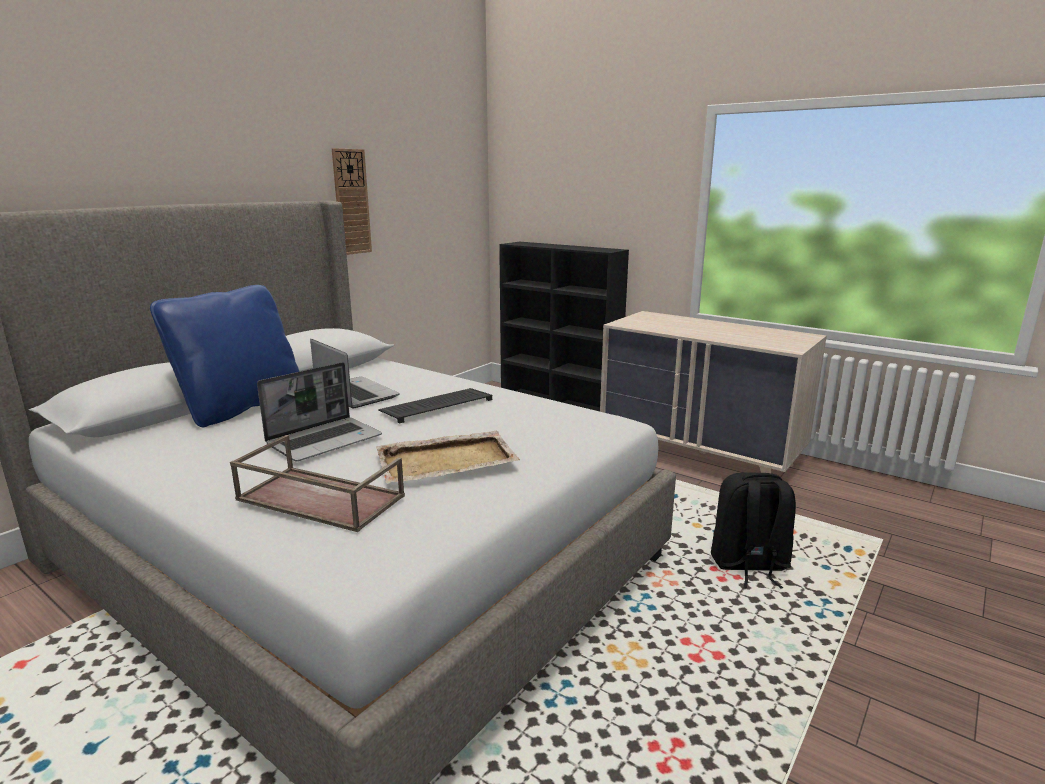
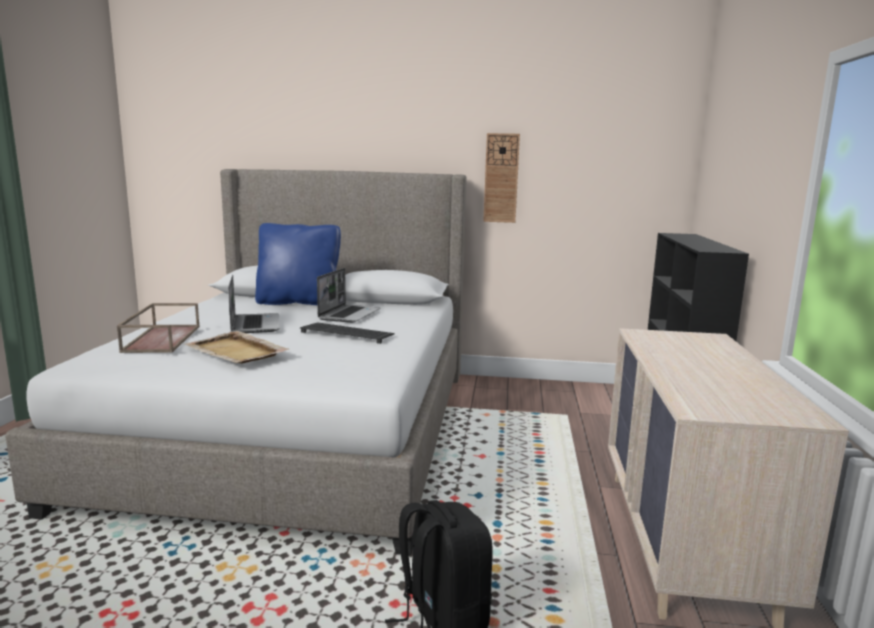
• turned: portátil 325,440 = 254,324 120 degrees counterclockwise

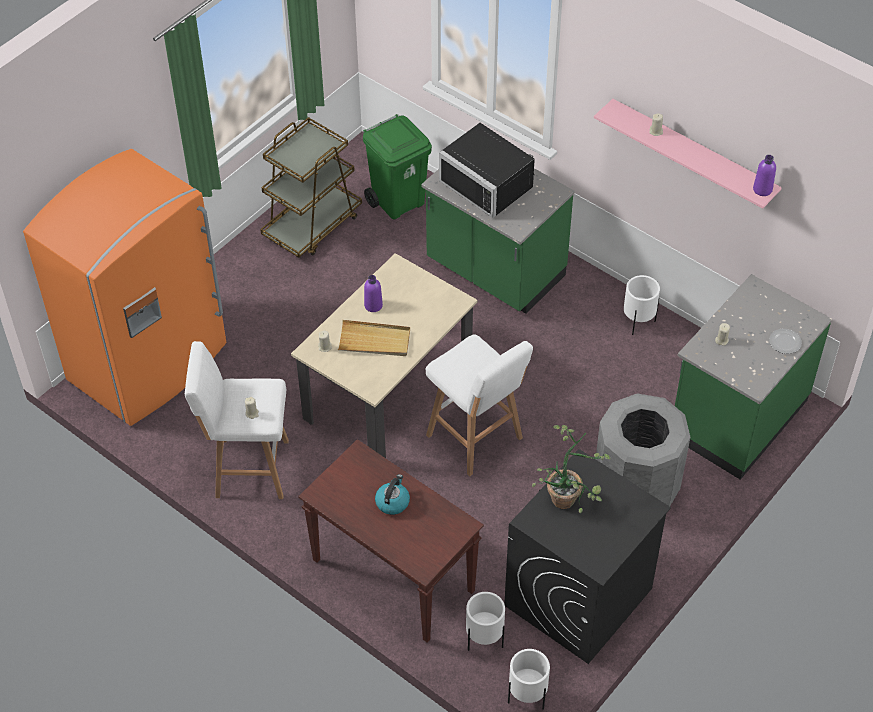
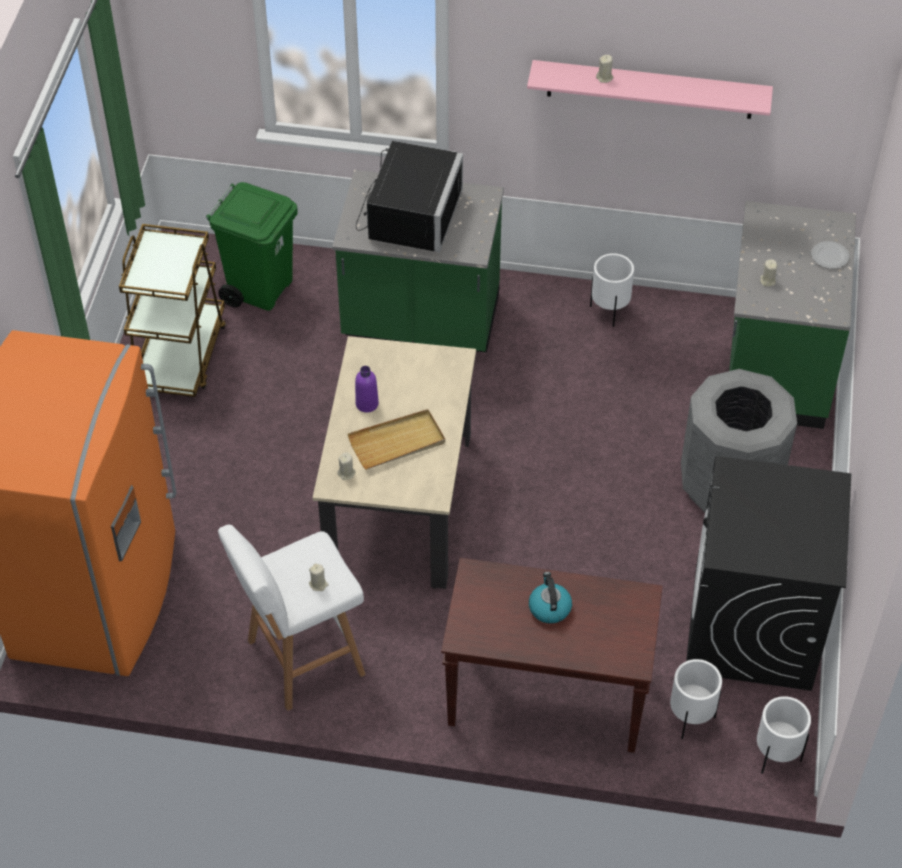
• removed: taburete (blanco) 476,439
• removed: planta en maceta 569,497
• removed: botella (morado) 762,189
• turned: microondas (negro) 490,183 = 408,214 90 degrees counterclockwise

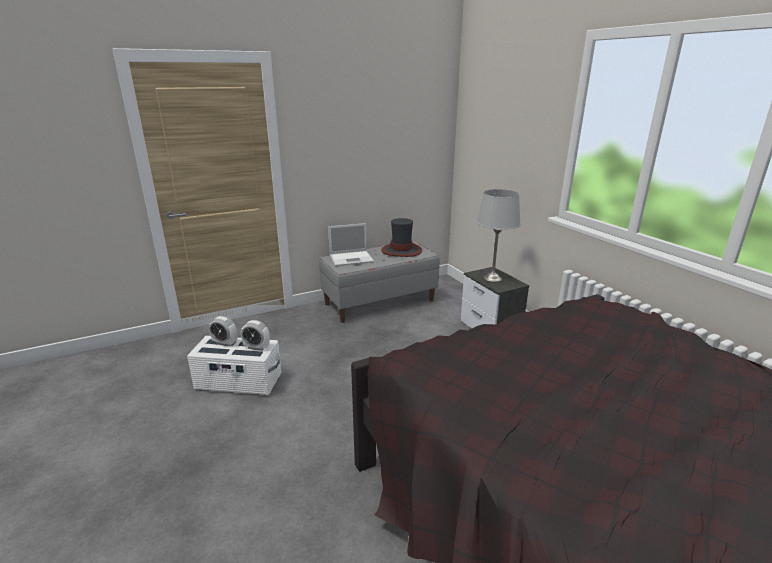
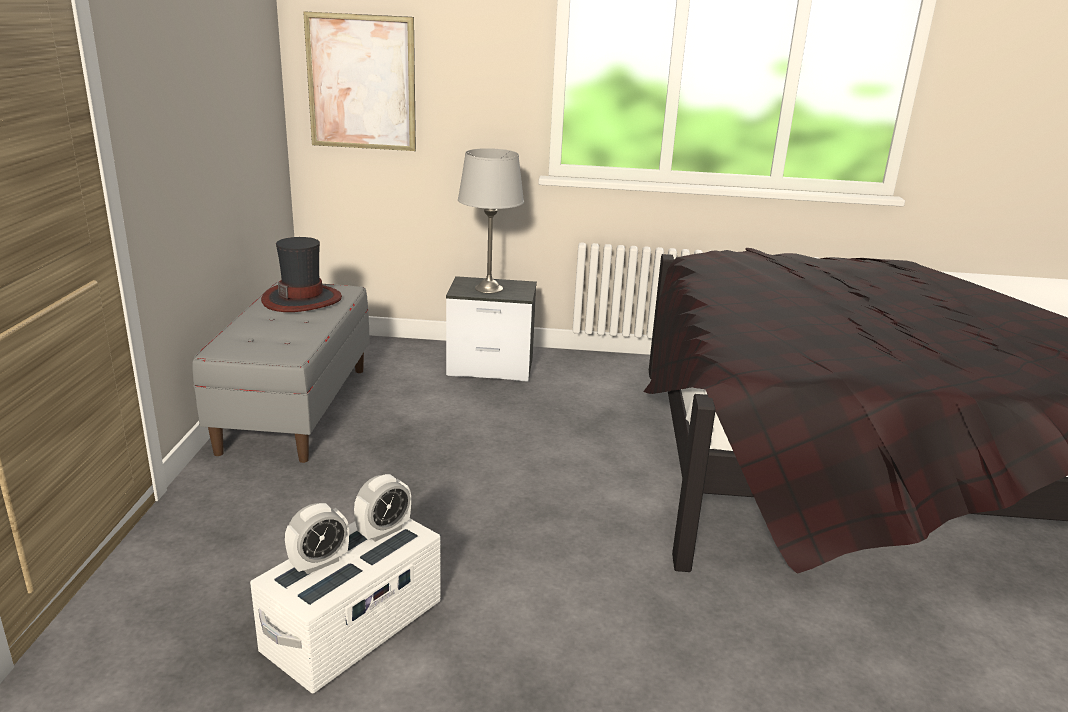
• removed: portátil 352,258
• added: cuadro 361,83

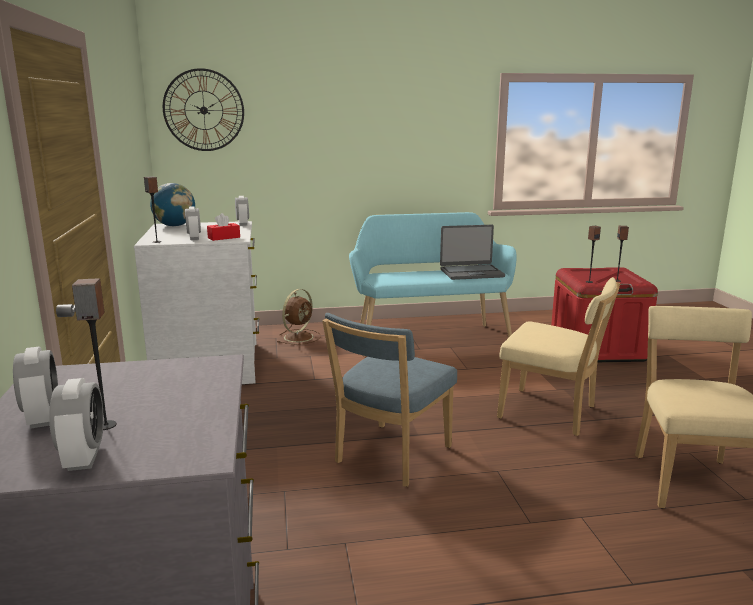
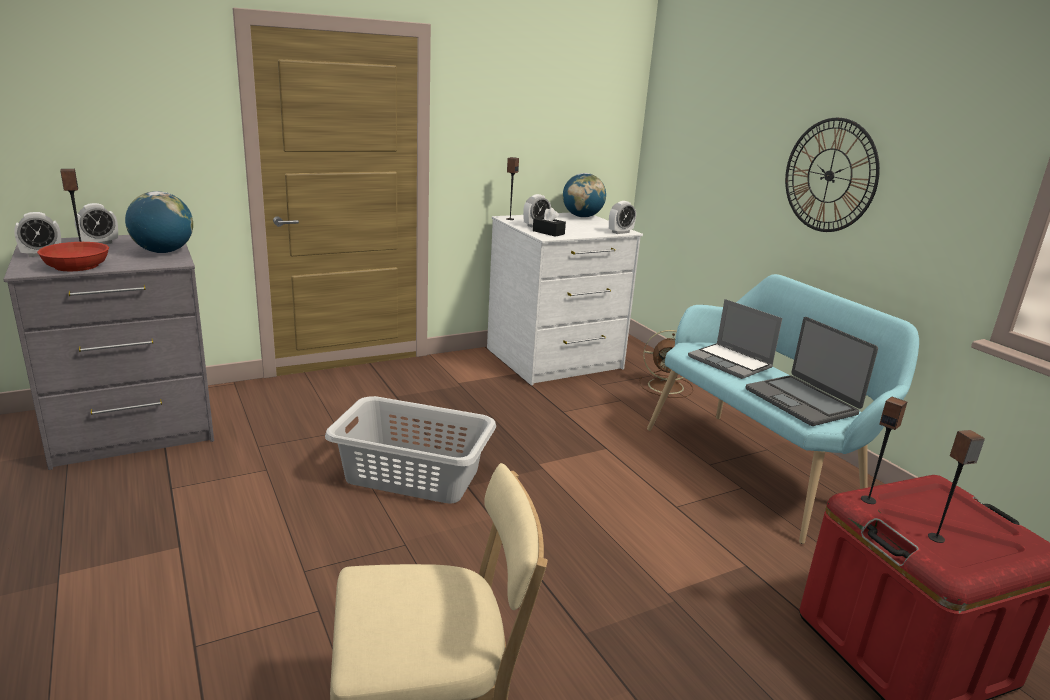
• removed: silla (beis) 552,413
• added: cuenco (rojo) 76,266
• added: globo terráqueo 163,252
• added: portátil 731,363
• moved: reloj de pared 203,110 to 829,175
• replaced: silla (azul) 389,457 to cesto de la ropa (gris) 412,474
• recoloured: caja de pañuelos (rojo) 224,237 to caja de pañuelos (negro) 548,232

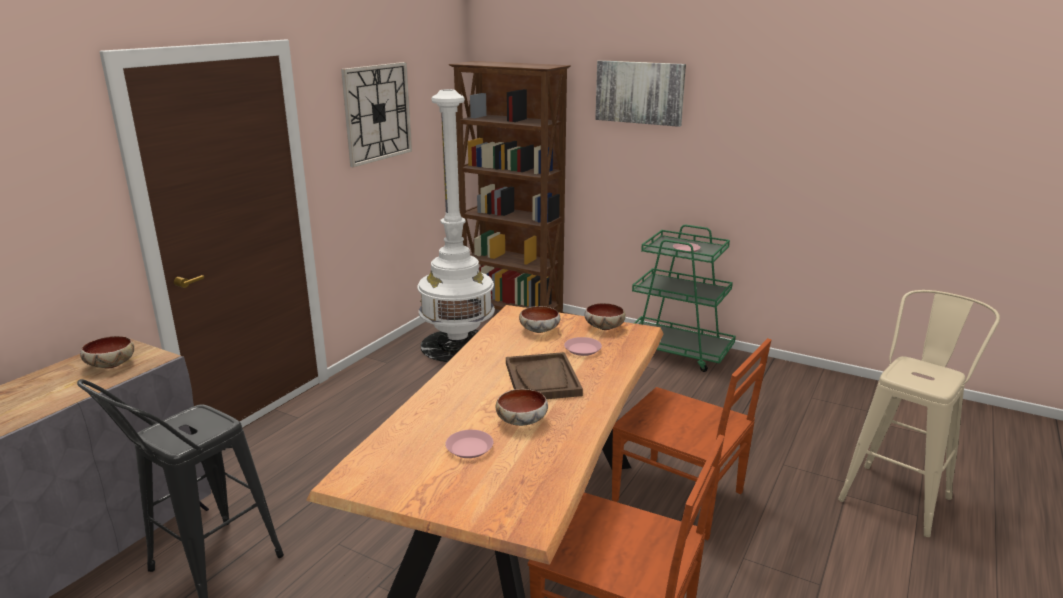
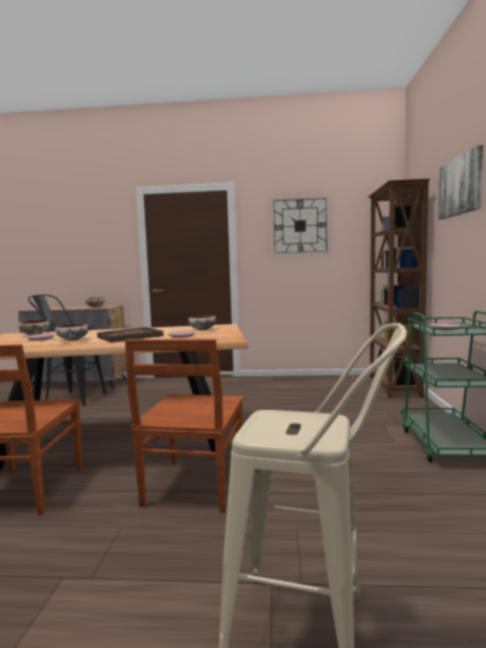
• removed: lámpara de pie (blanco) 458,345
• moved: cuenco 603,327 to 34,335

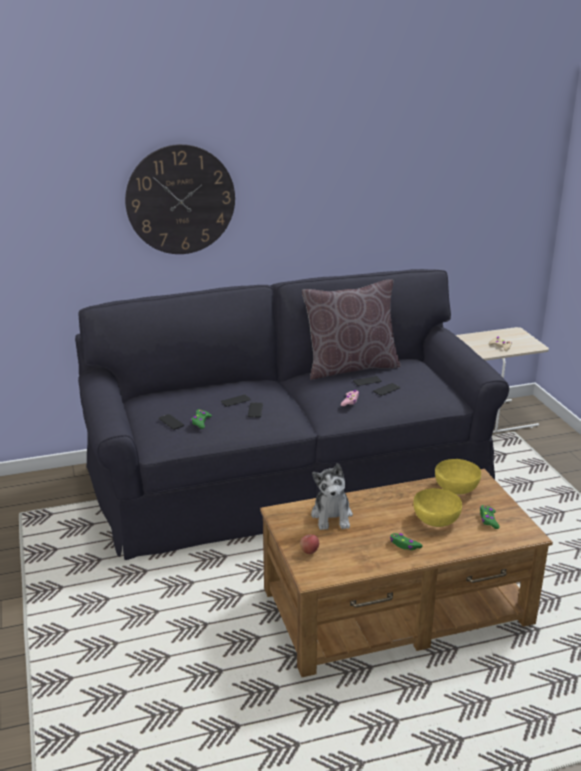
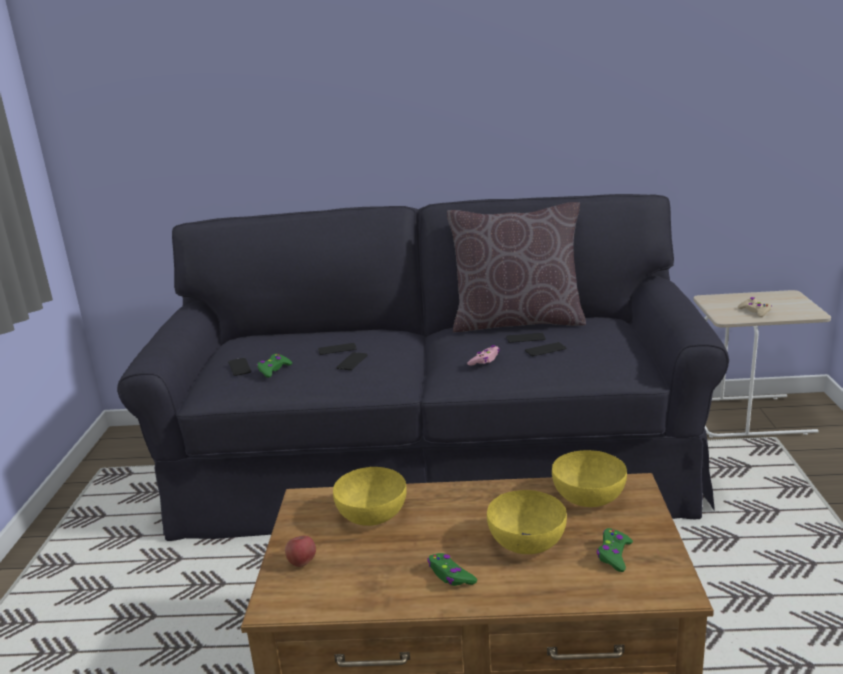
• removed: reloj de pared 180,200
• replaced: peluche 332,516 to cuenco (amarillo) 373,514

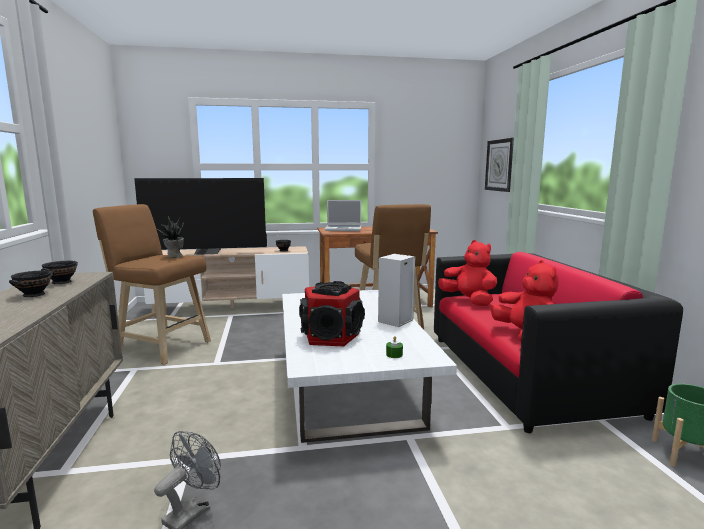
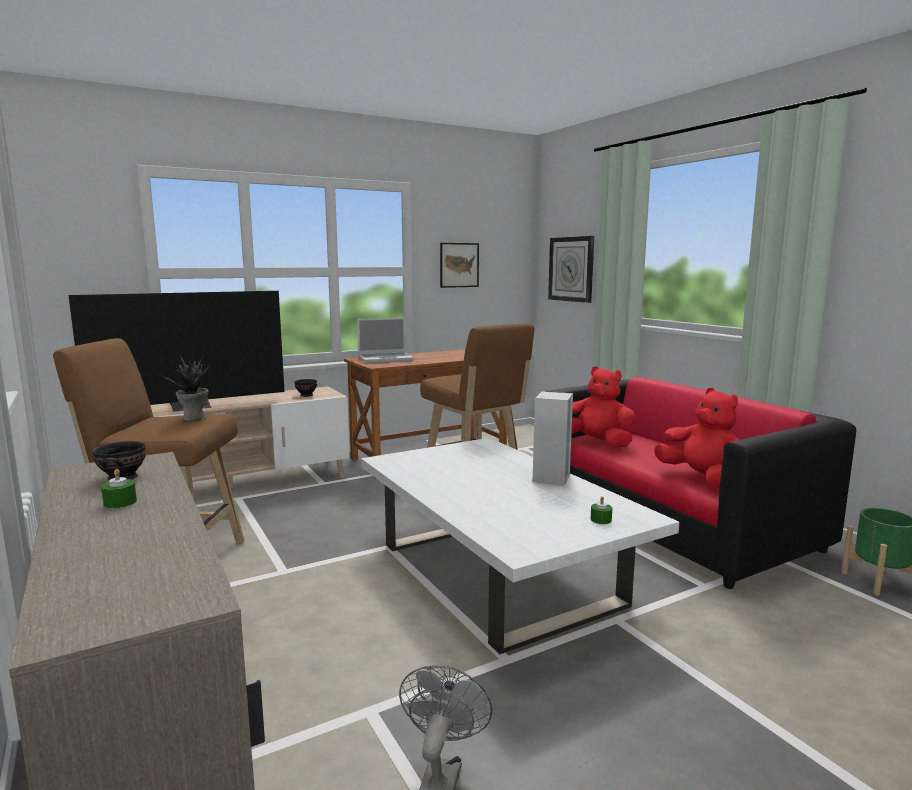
• removed: altavoz 330,337
• added: cuadro 459,265
• replaced: cuenco (negro) 35,294 to vela (verde) 120,502

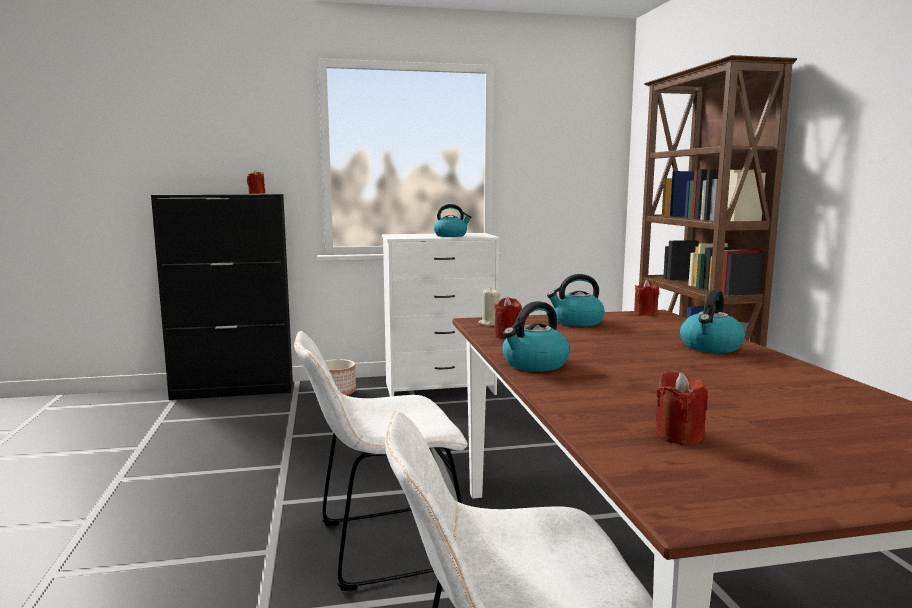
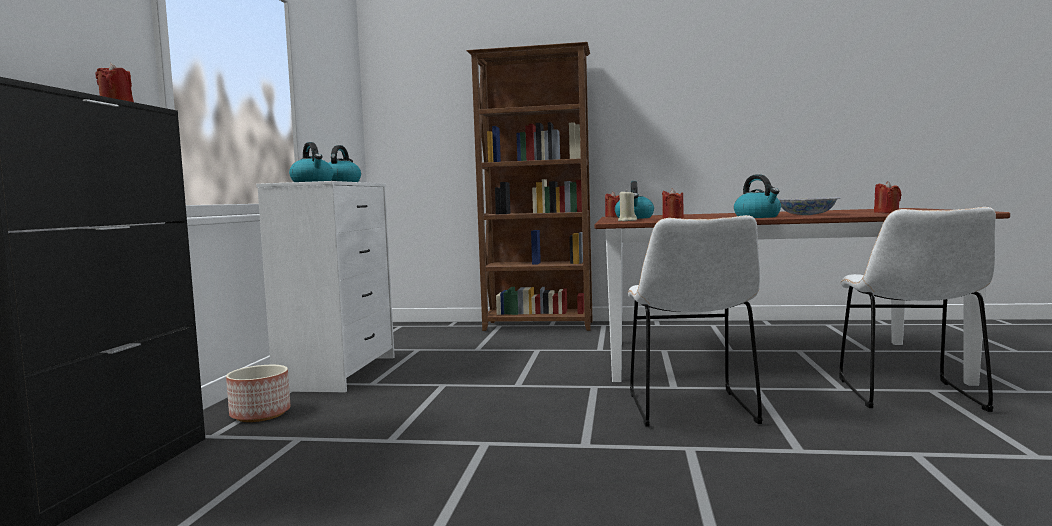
• added: cuenco 806,215
• moved: hervidor 710,347 to 312,182

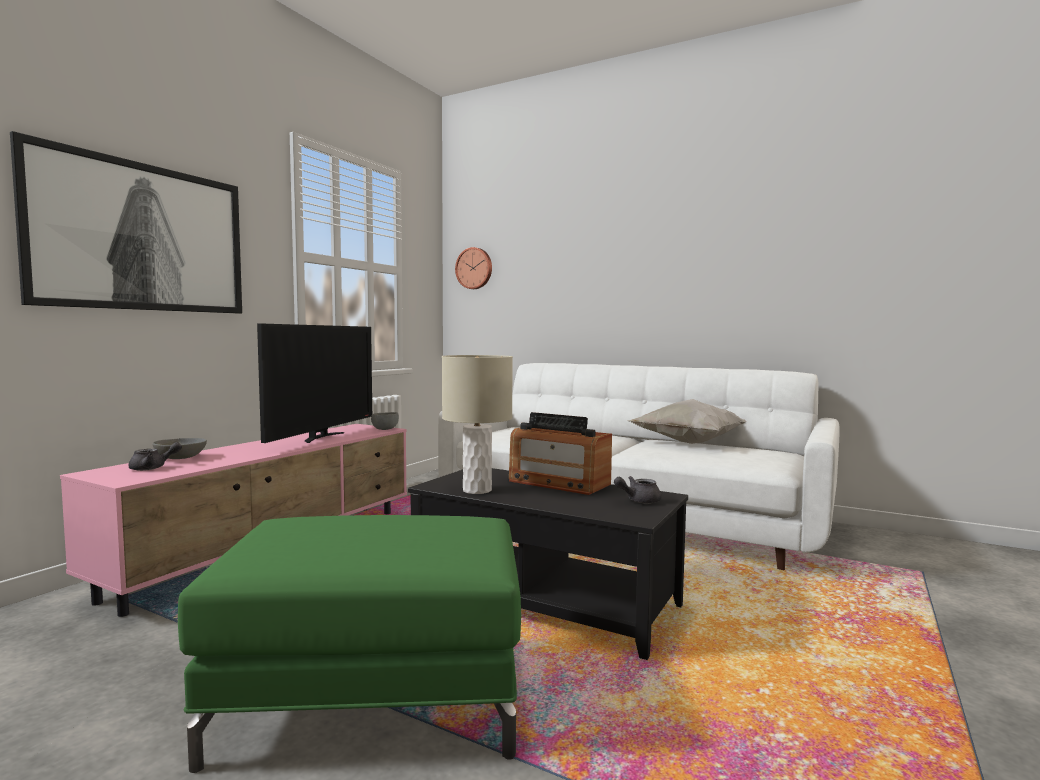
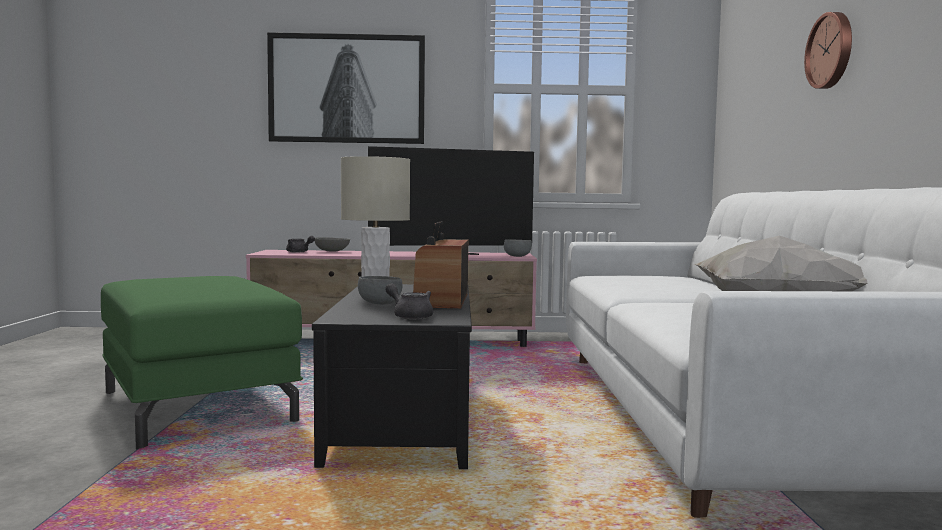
• added: cuenco (gris) 379,304
• moved: reloj de pared 474,268 to 831,50

